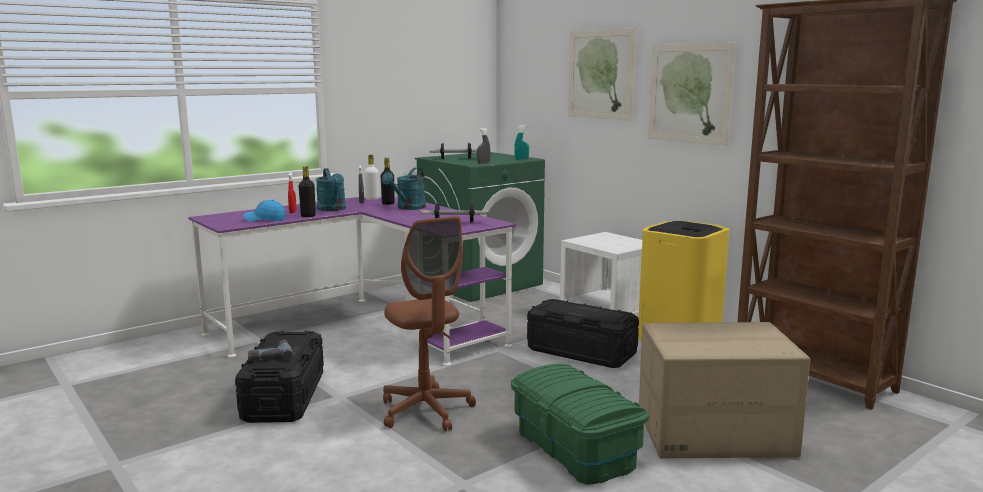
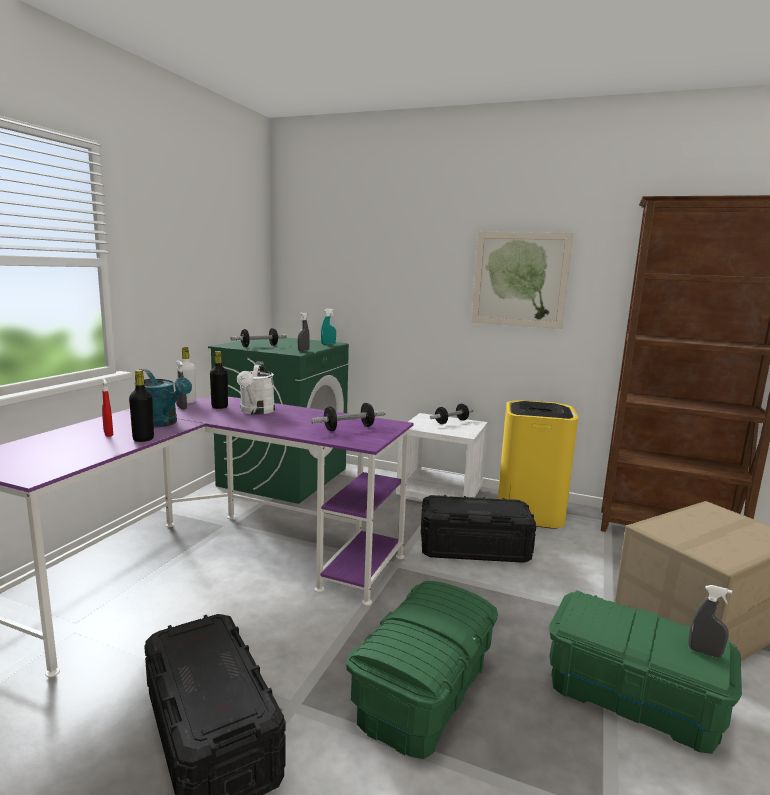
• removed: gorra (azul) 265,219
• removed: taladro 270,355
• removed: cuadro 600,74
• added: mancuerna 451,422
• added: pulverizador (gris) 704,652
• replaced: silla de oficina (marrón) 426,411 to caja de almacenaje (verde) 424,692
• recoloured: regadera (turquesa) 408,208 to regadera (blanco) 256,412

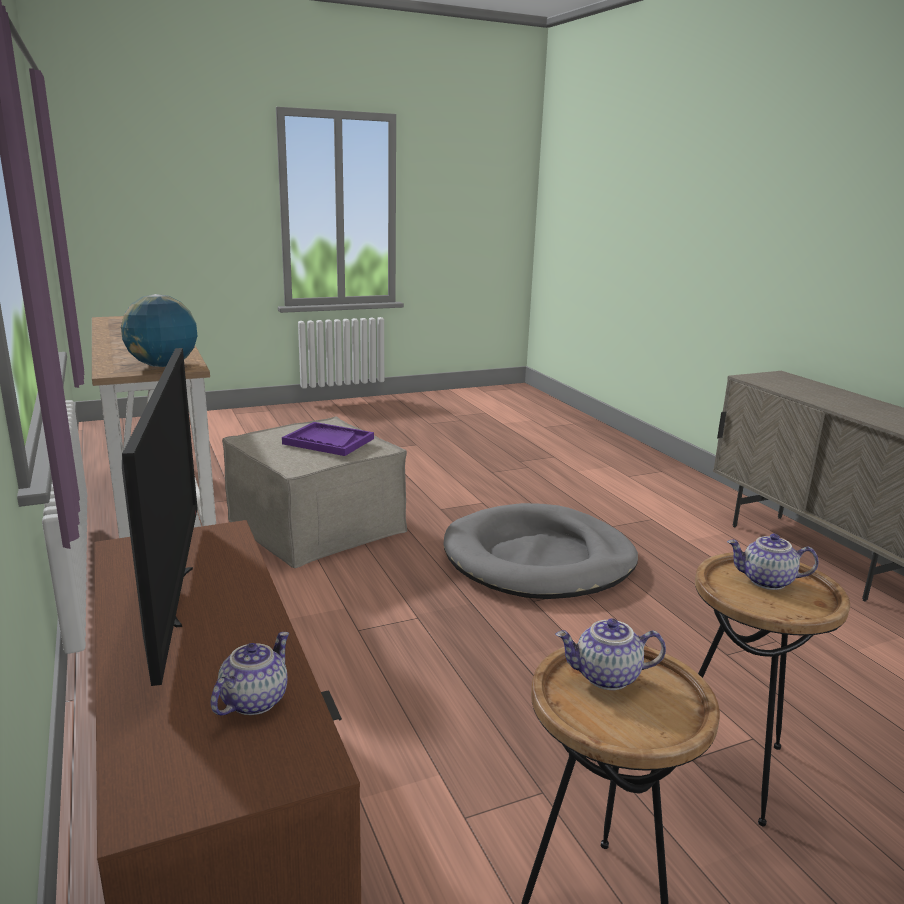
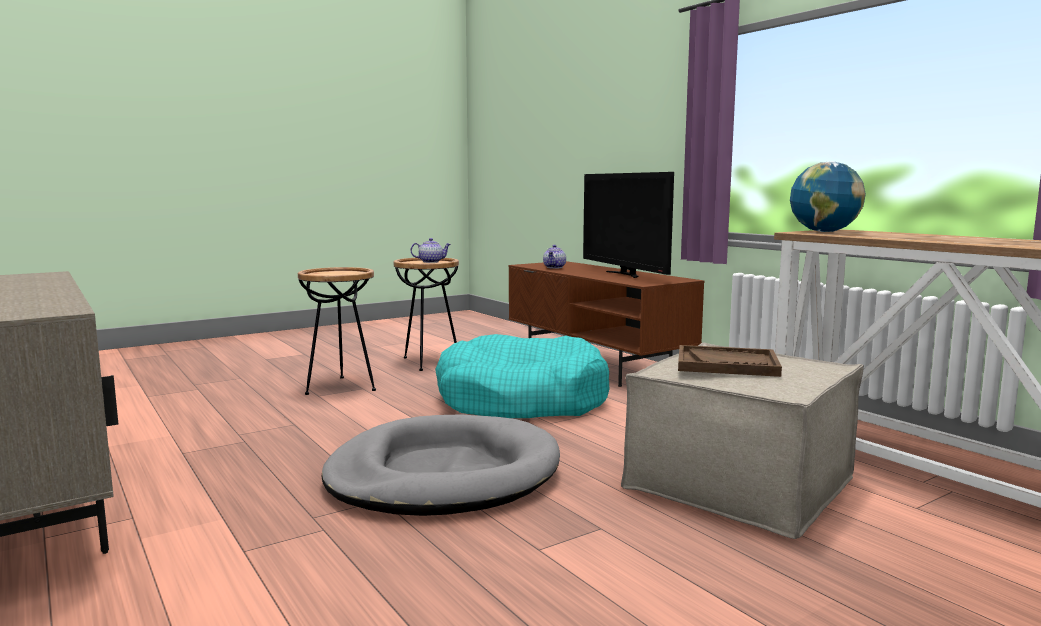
• removed: tetera 766,581
• added: cama para perro (turquesa) 521,400
• recoloured: bandeja (morado) 328,441 to bandeja (marrón) 727,364

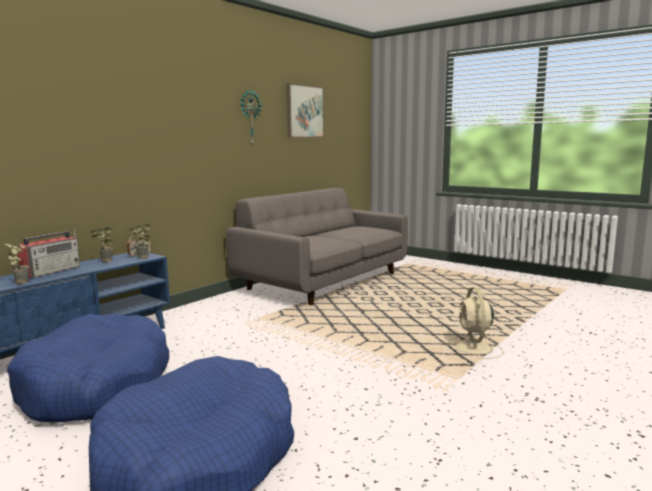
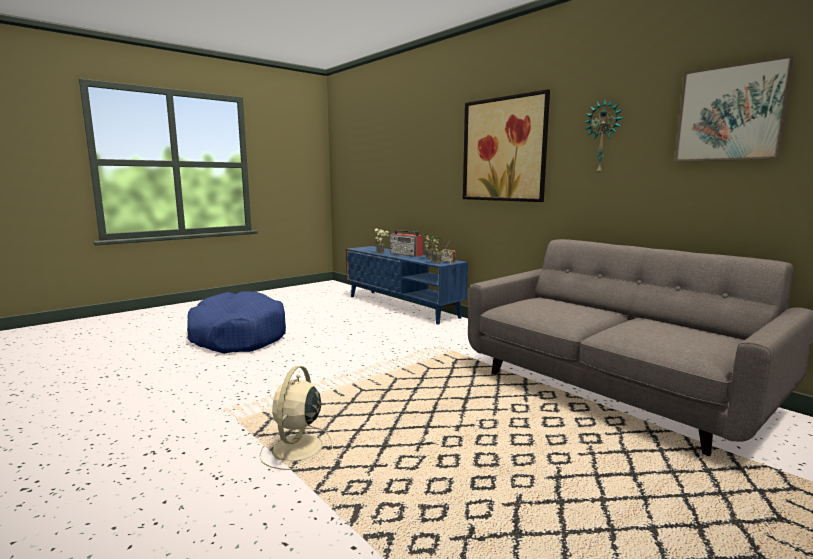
• removed: cama para perro (azul) 96,385
• added: cuadro 504,149
• turned: ventilador (beis) 473,348 = 297,449 90 degrees counterclockwise

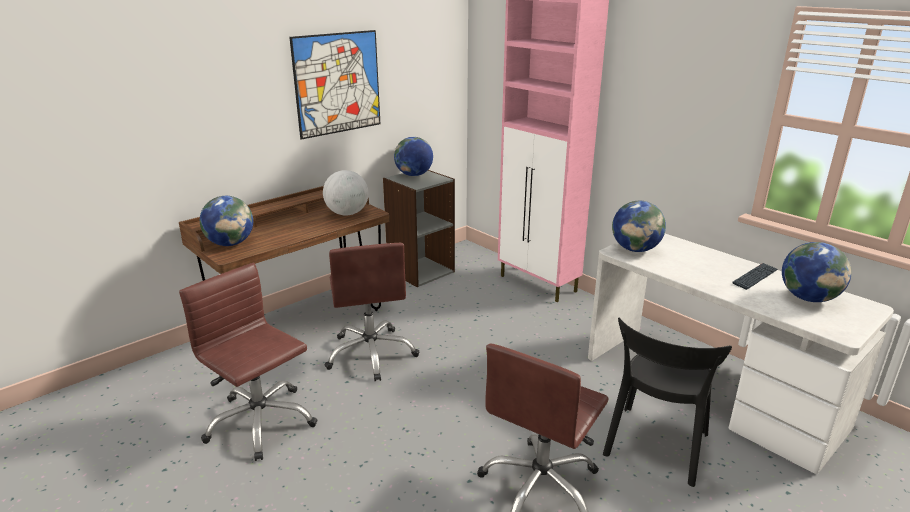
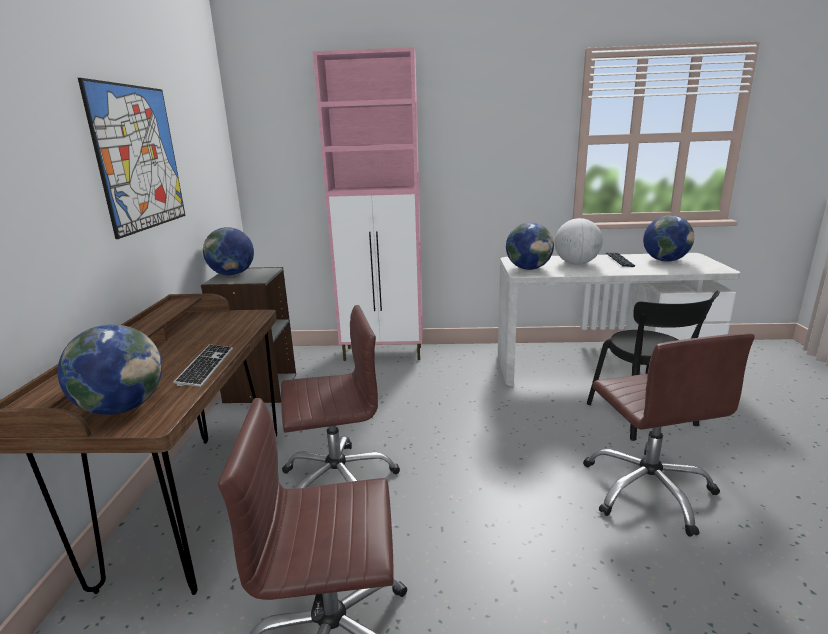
• added: teclado 206,367
• moved: globo terráqueo 347,214 to 576,263
• turned: silla de oficina (marrón) 371,354 = 338,482 45 degrees counterclockwise

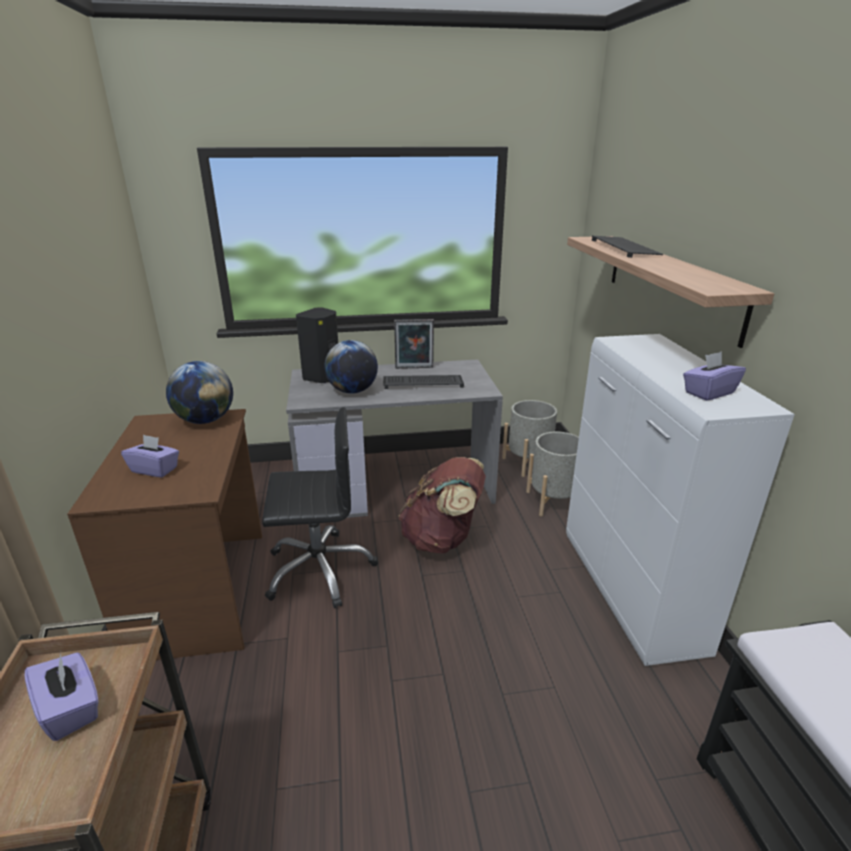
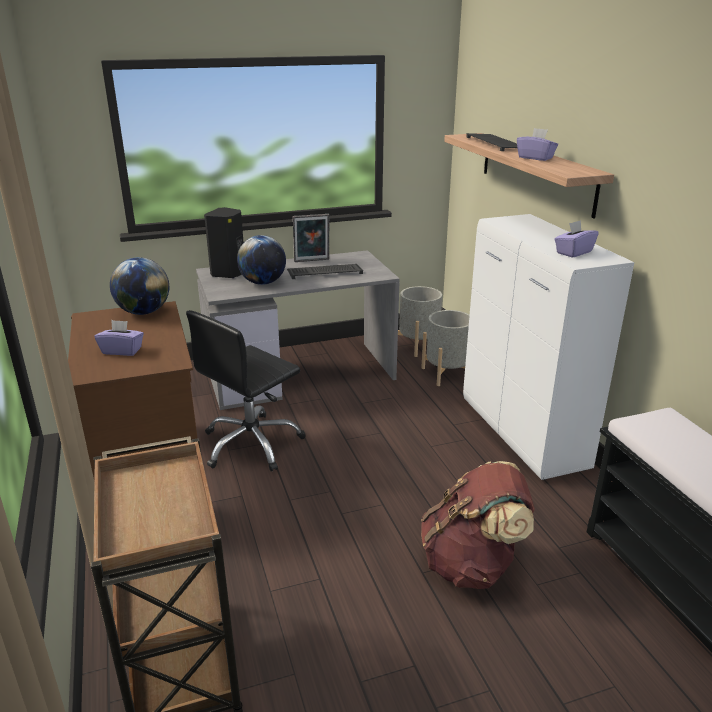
• moved: caja de pañuelos (morado) 71,709 to 535,158
• moved: mochila (marrón) 442,539 to 472,565
• turned: silla de oficina (negro) 319,569 = 252,444 150 degrees clockwise

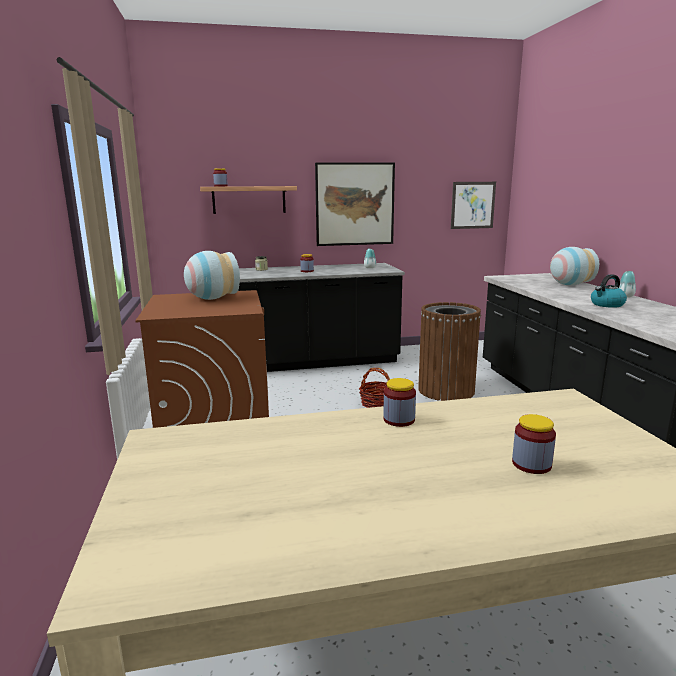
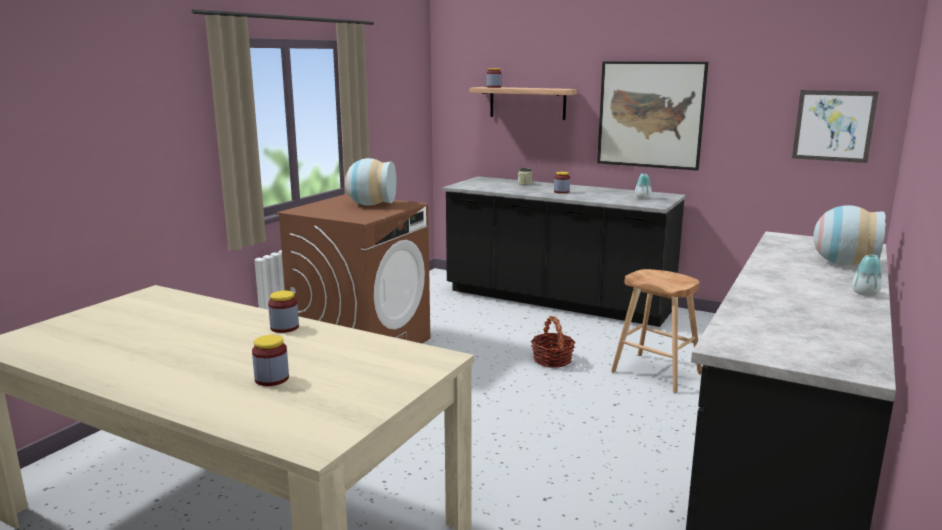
• removed: hervidor 607,305
• replaced: papelera (marrón) 446,390 to taburete (marrón) 656,372

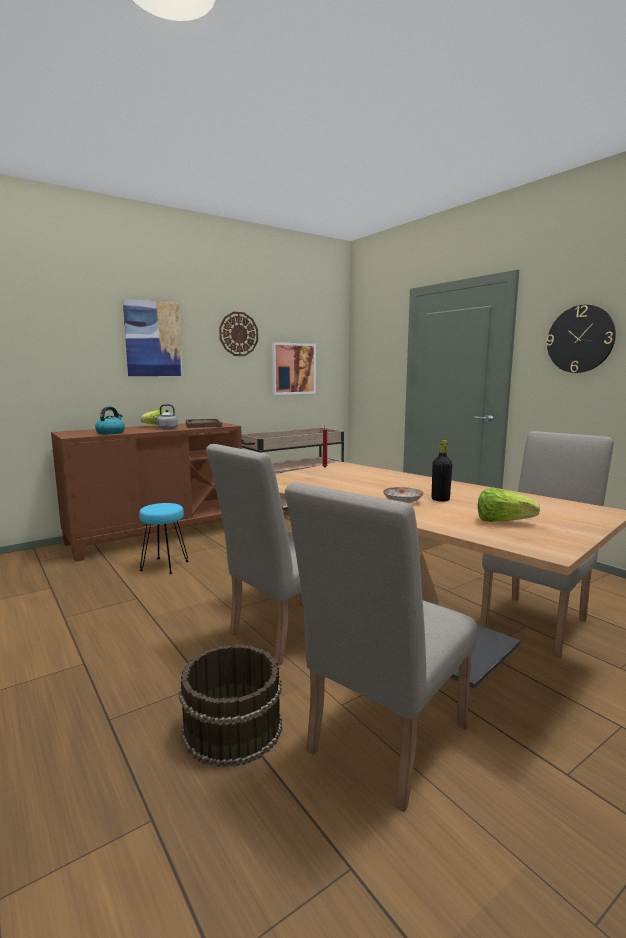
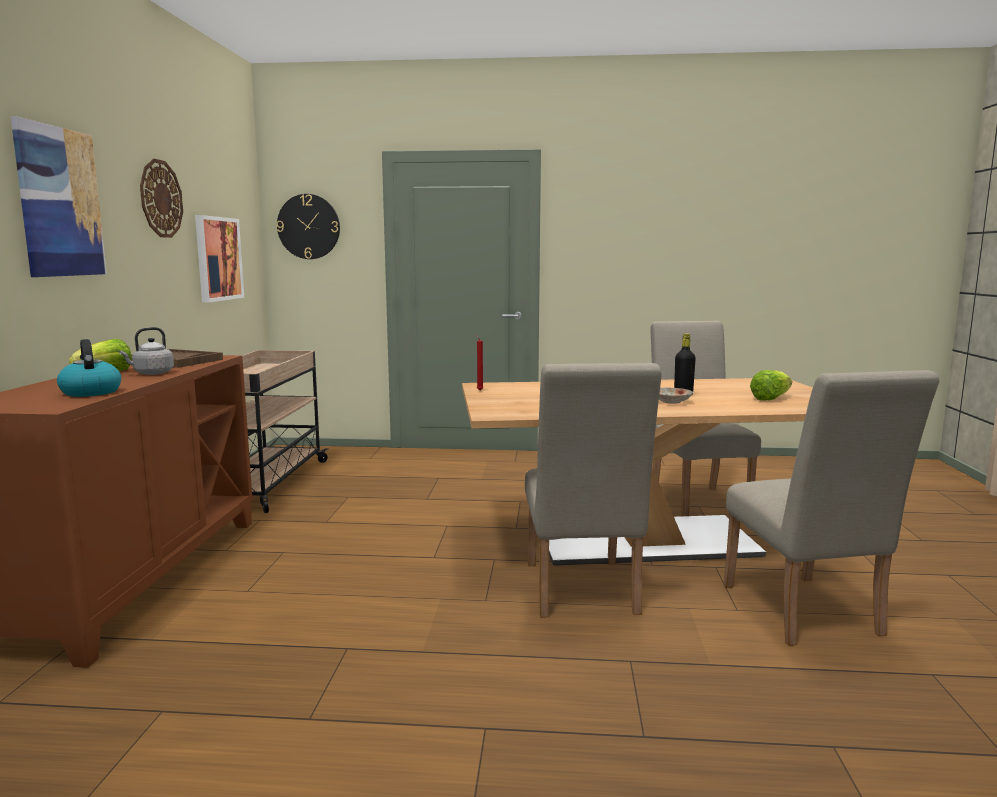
• removed: taburete (turquesa) 165,566
• removed: cubo (marrón) 231,728
• moved: reloj de pared 580,339 to 308,226

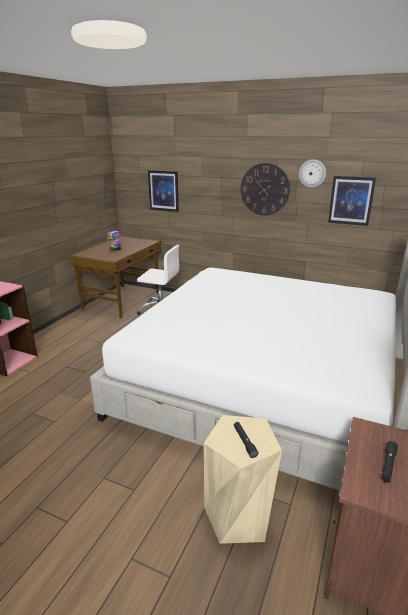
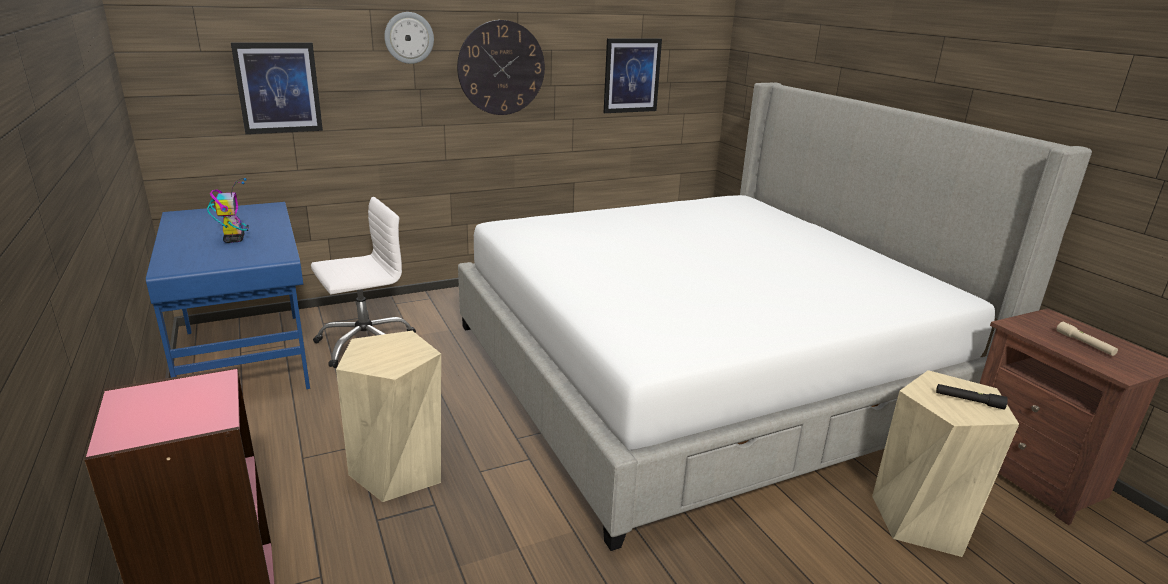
• added: taburete (beis) 399,469
• moved: reloj de pared 312,173 to 409,38
• recoloured: escritorio (marrón) 123,300 to escritorio (azul) 247,357
• recoloured: linterna (negro) 388,465 to linterna (beis) 1085,344

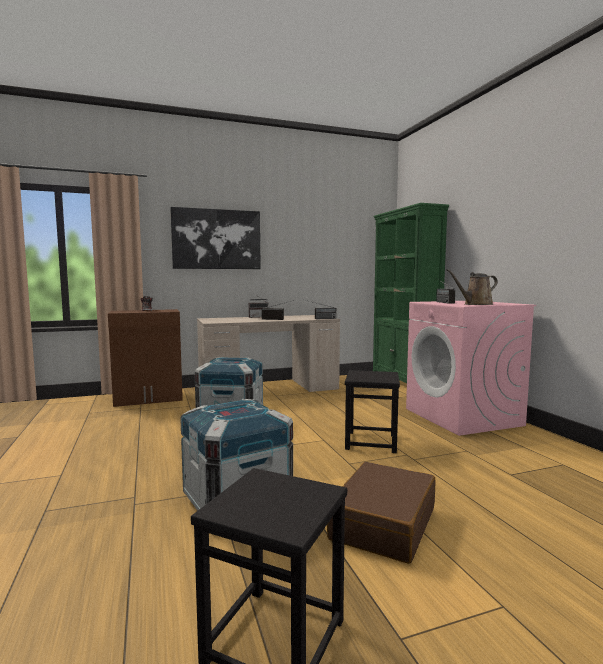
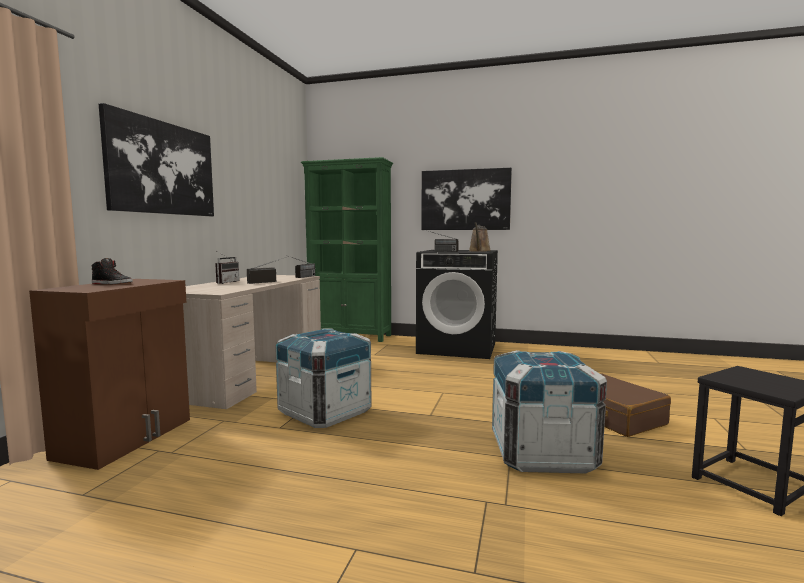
• removed: taburete (negro) 371,442
• added: cuadro 465,200
• recoloured: lavadora (rosa) 463,417 to lavadora (negro) 458,348

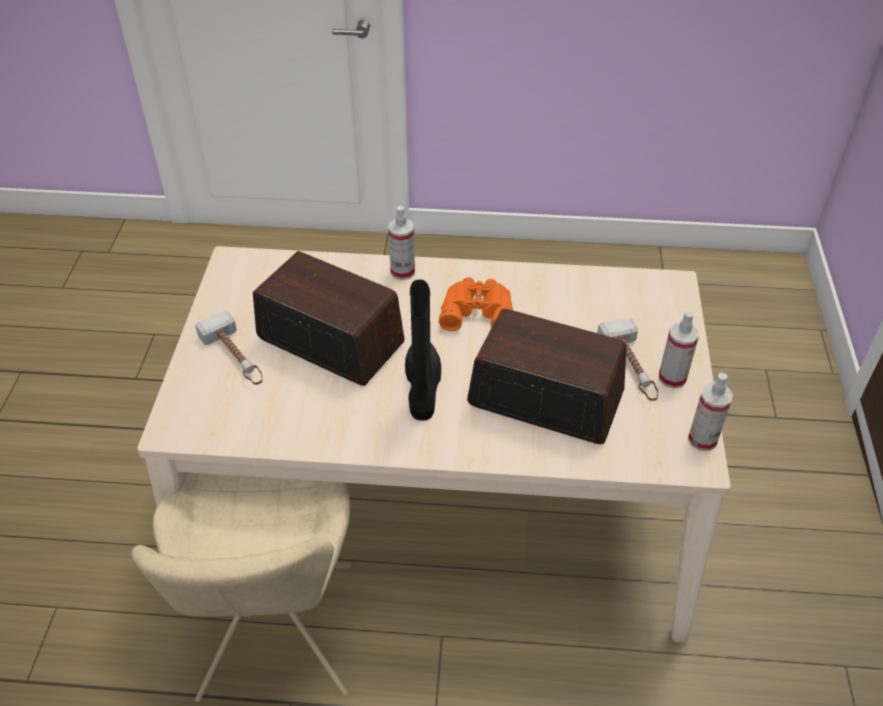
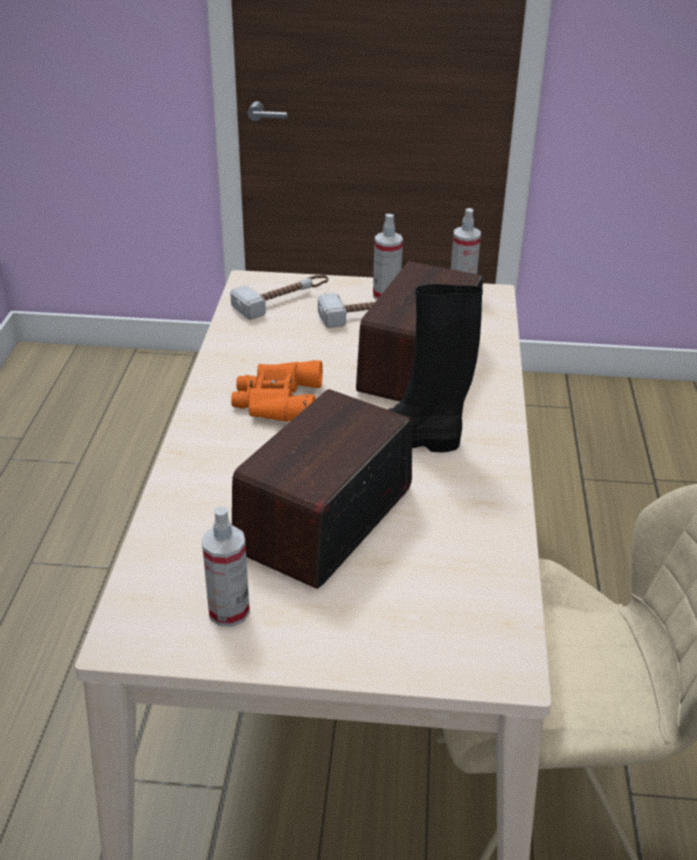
• moved: martillo 236,357 to 283,300
• moved: pulverizador 402,272 to 229,611

